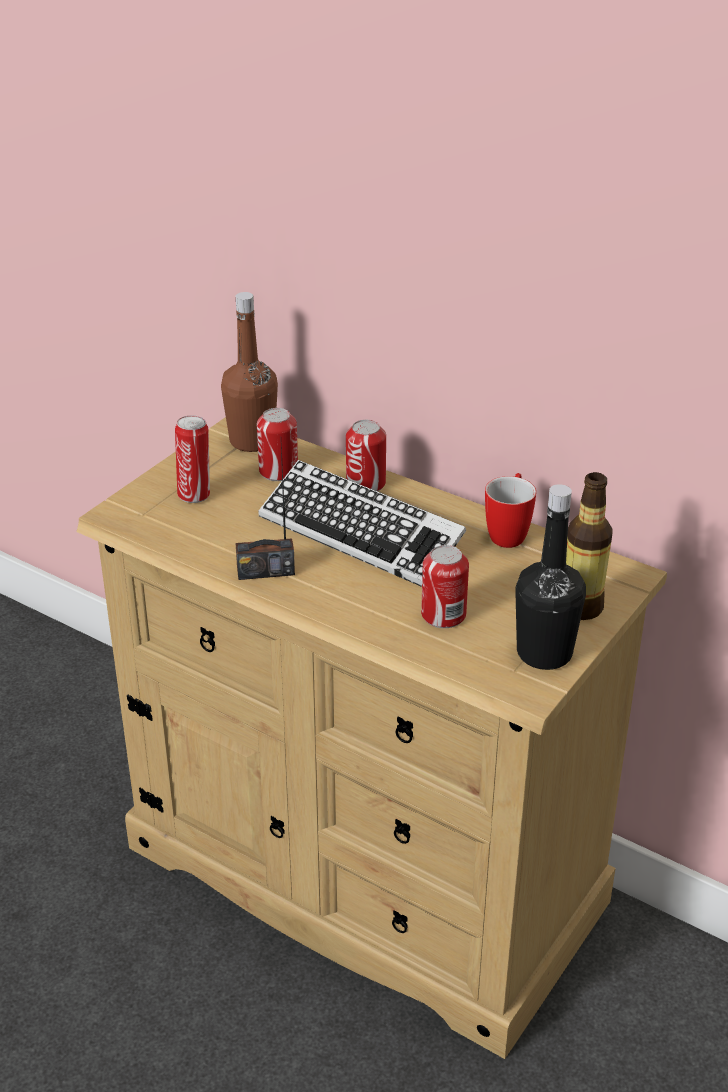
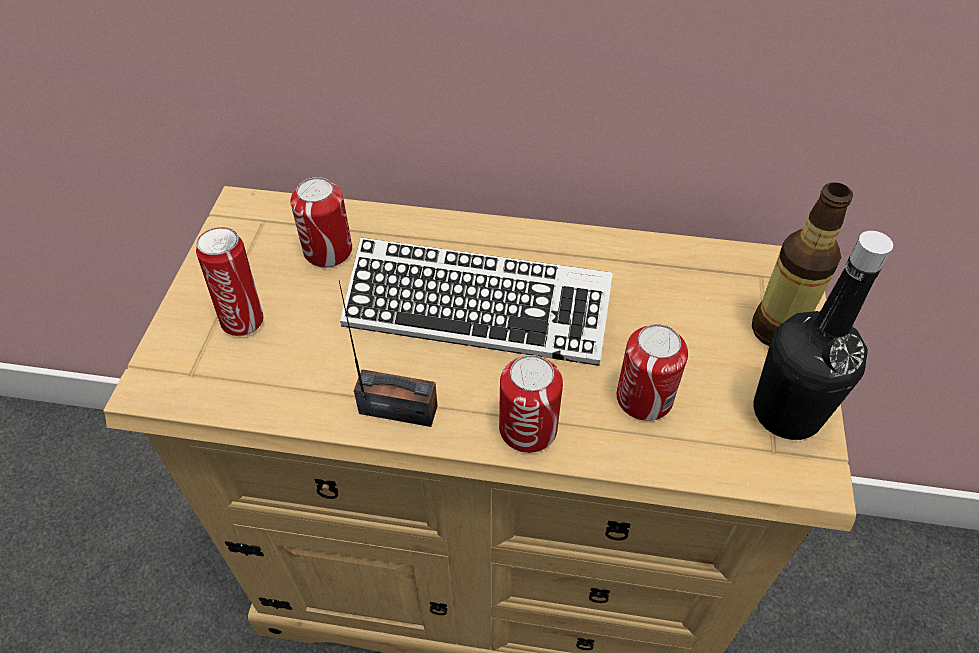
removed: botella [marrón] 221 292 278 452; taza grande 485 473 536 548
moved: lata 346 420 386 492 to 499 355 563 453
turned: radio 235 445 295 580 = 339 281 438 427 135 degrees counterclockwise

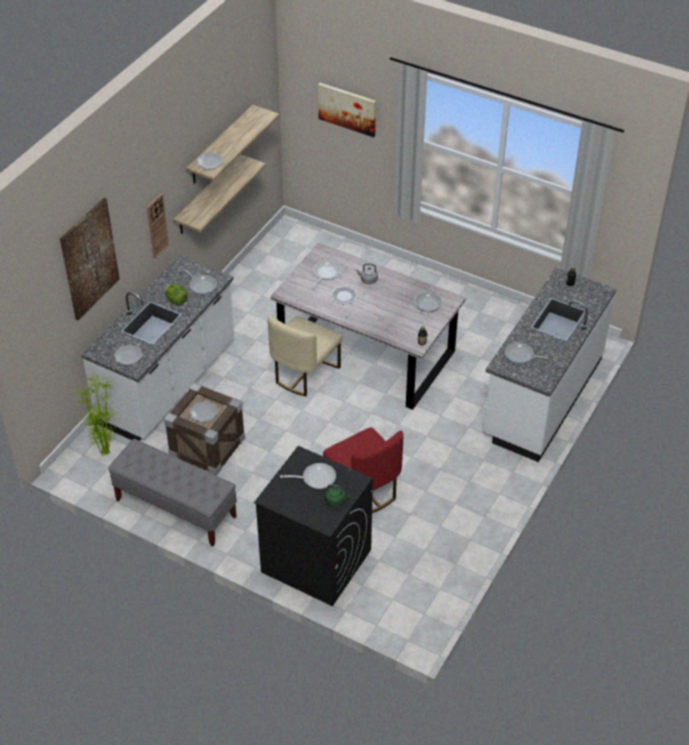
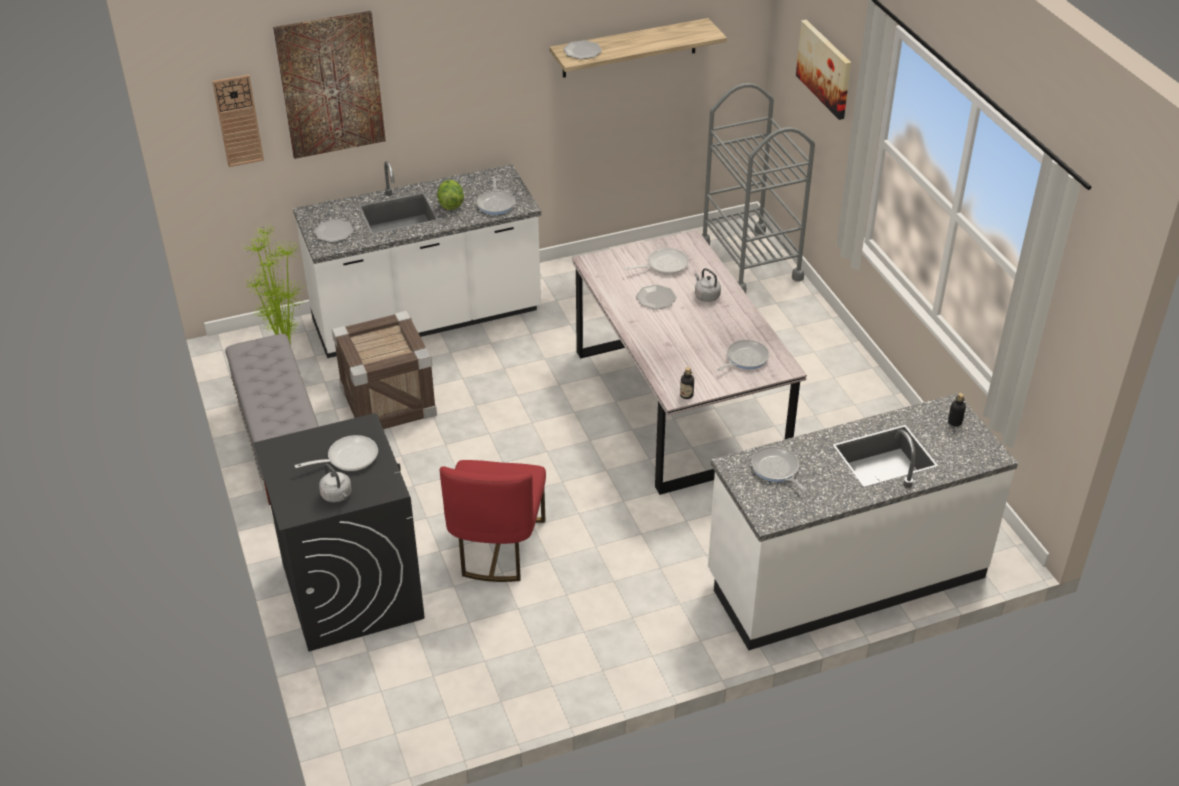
removed: estante 173 155 266 234; plato 190 401 218 422; silla [beis] 268 315 342 397
added: carrito [gris] 701 83 815 293
moved: reloj de pared 147 193 169 259 to 212 75 264 167
recoloured: hervidor [verde] 325 484 351 507 to hervidor [gris] 319 464 352 503
turned: sartén 280 463 336 489 = 294 435 378 471 60 degrees counterclockwise

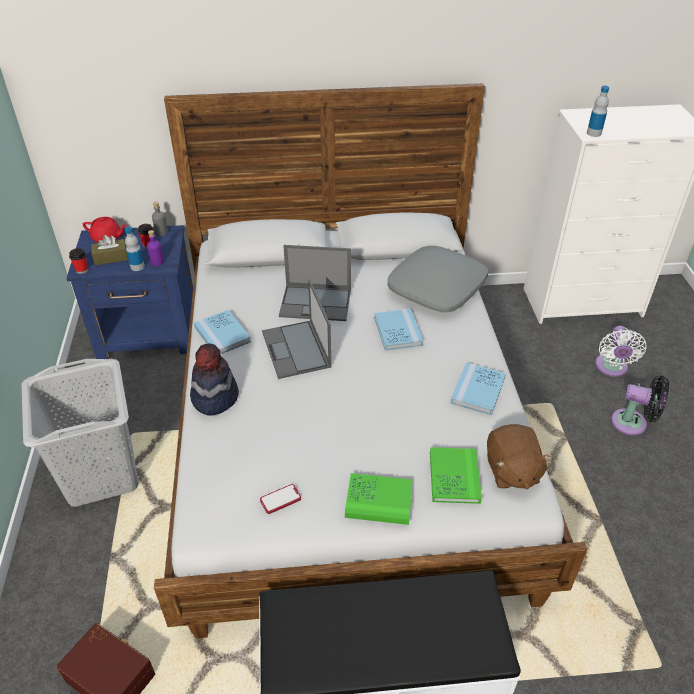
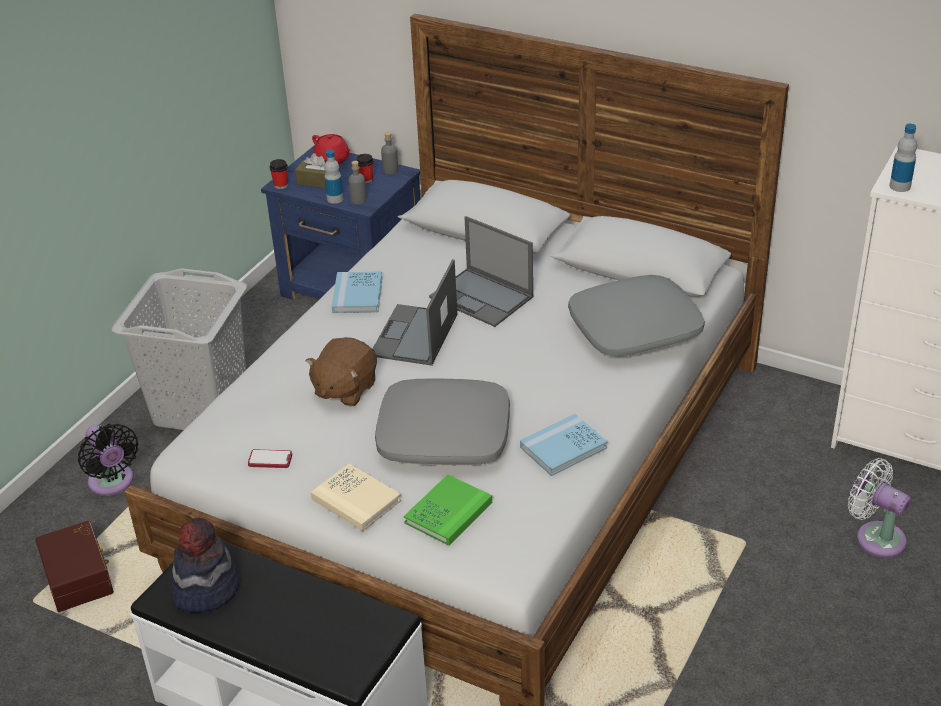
removed: libro [azul] 374 309 423 350
added: cojín [gris] 375 378 510 465
moved: ventilador [negro] 611 376 669 436 to 78 424 138 496; sombrero 190 344 239 416 to 171 518 240 613; peluche [marrón] 487 424 552 489 to 305 337 377 407
recoloured: libro [verde] 345 473 412 525 to libro [beis] 311 464 401 531; botella [morado] 147 230 164 266 to botella [gris] 348 161 367 205
turned: ventilador [blanco] 595 326 646 377 = 848 458 911 558 90 degrees clockwise

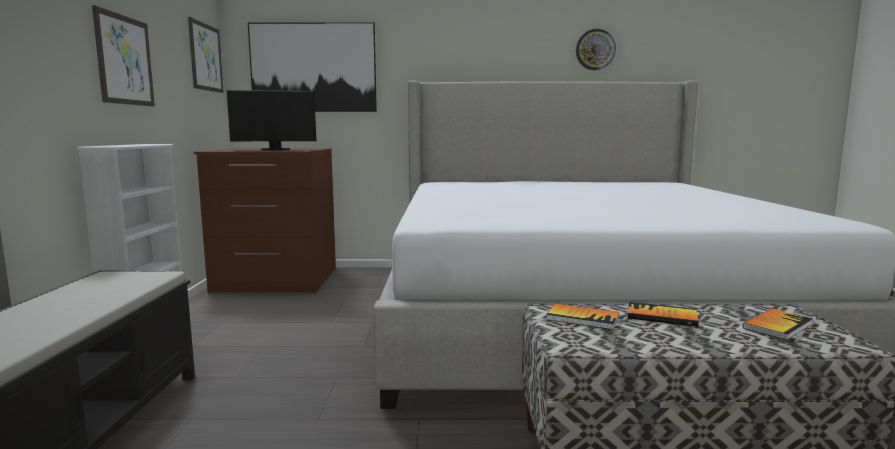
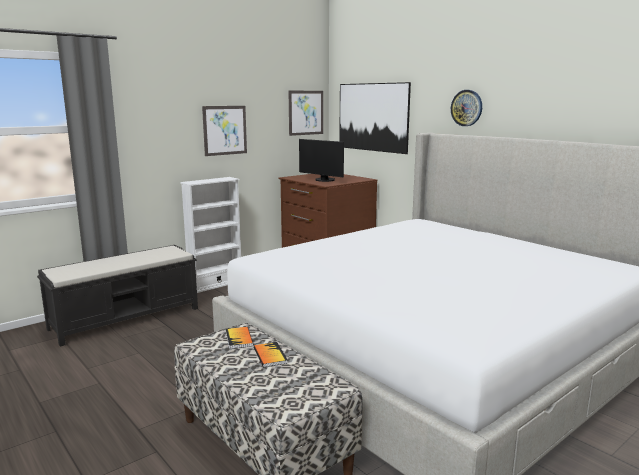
removed: libro 743 309 813 340
moved: reloj de pared 576 29 616 70 to 451 90 482 126

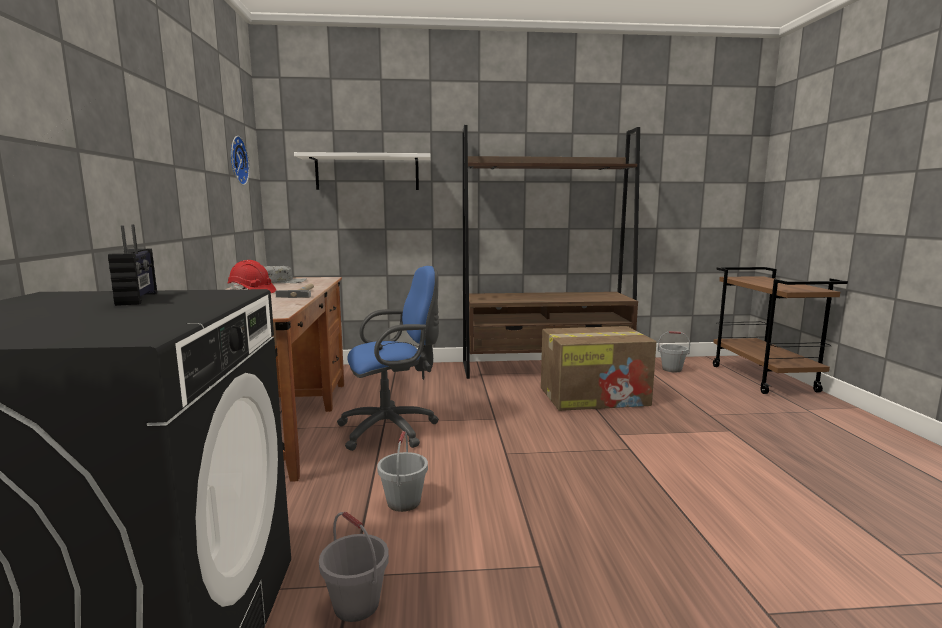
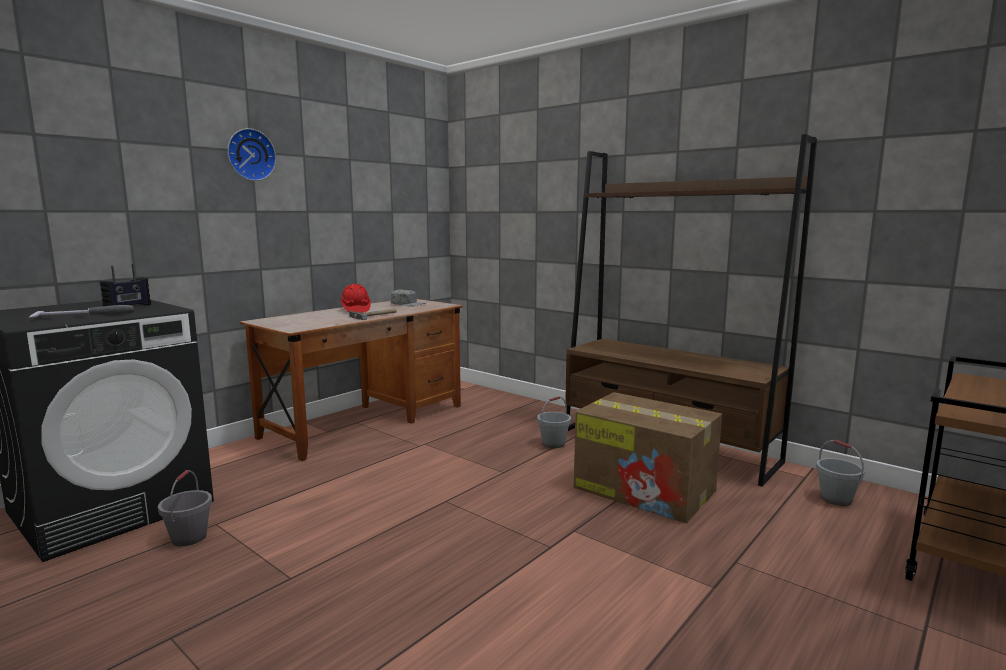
removed: estante [blanco] 294 152 431 190; silla de oficina [azul] 337 266 439 451
added: martillo 28 305 134 318
moved: reloj de pared 231 136 250 185 to 227 128 276 181; cubo [gris] 377 431 428 512 to 537 396 571 448

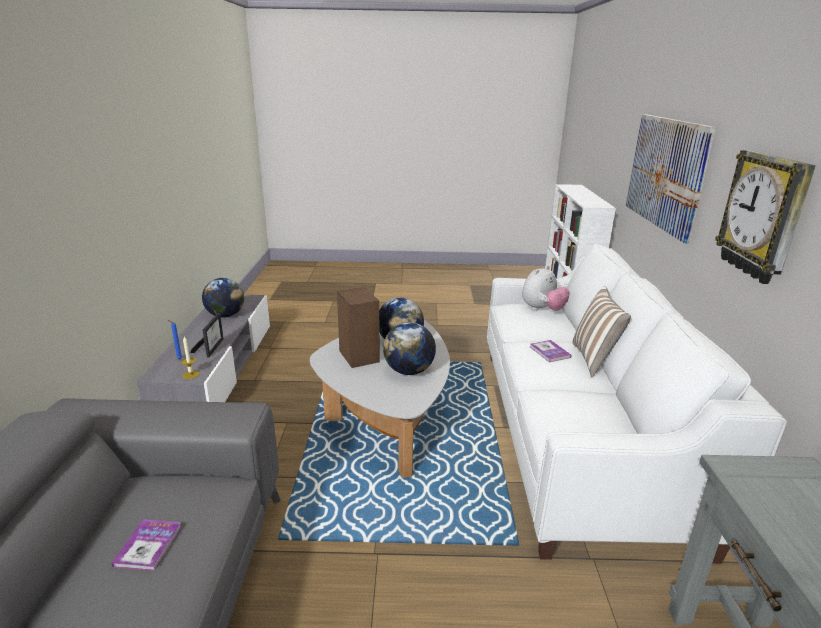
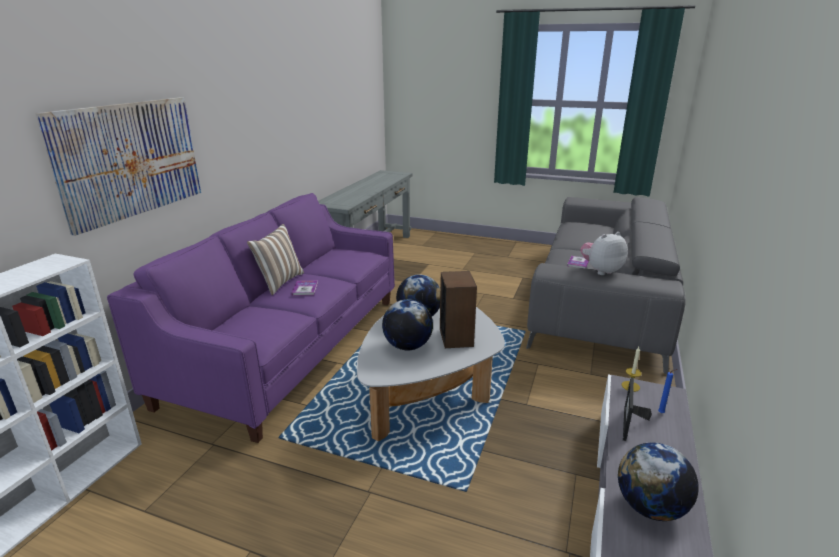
removed: reloj de pared 715 150 816 284
moved: peluche 522 266 570 311 to 580 232 628 275
recoloured: sofá [blanco] 487 244 787 564 to sofá [morado] 107 193 395 443

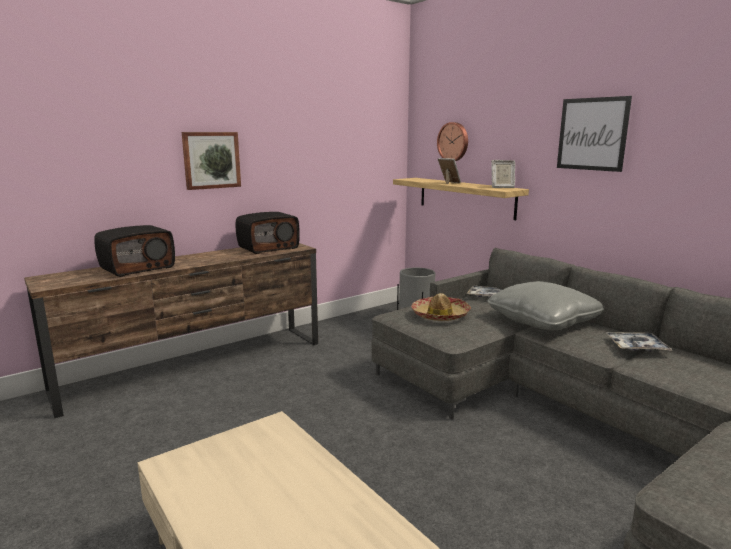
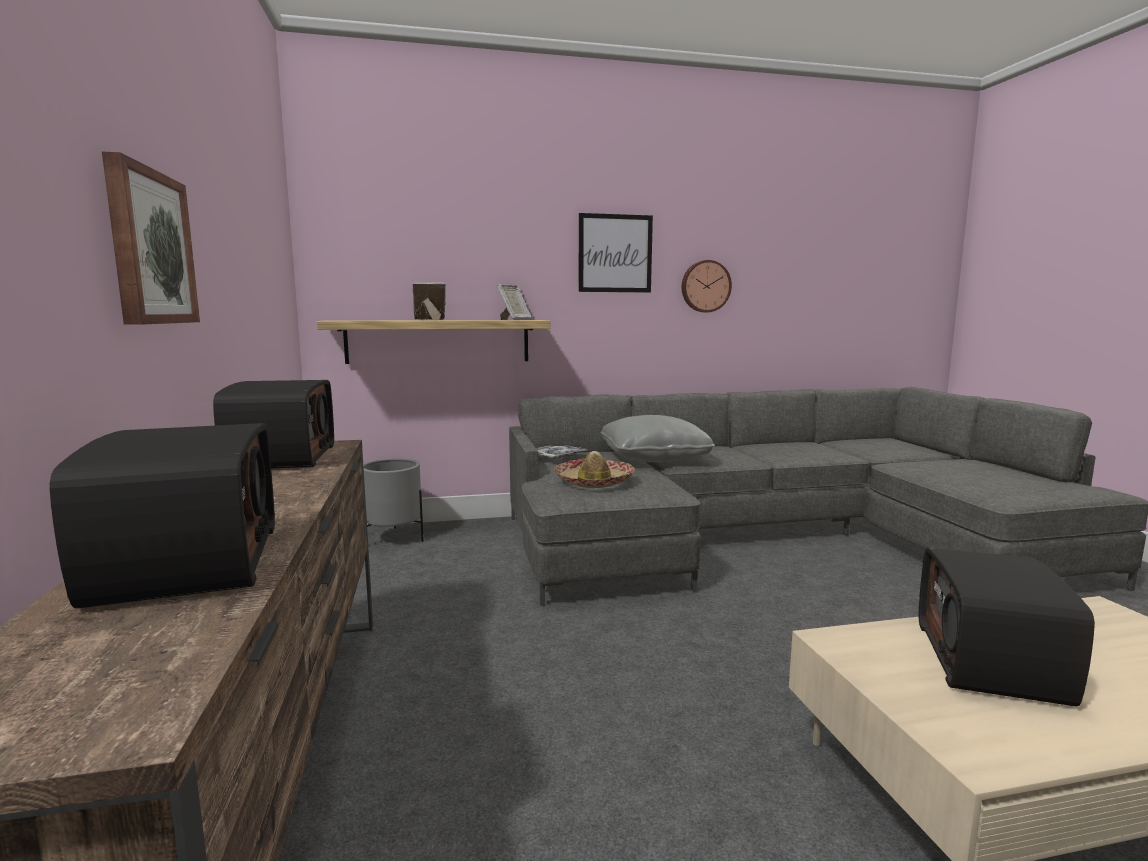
removed: bandeja 606 332 672 352
added: radio 919 548 1095 707
moved: reloj de pared 437 122 468 161 to 682 260 732 312

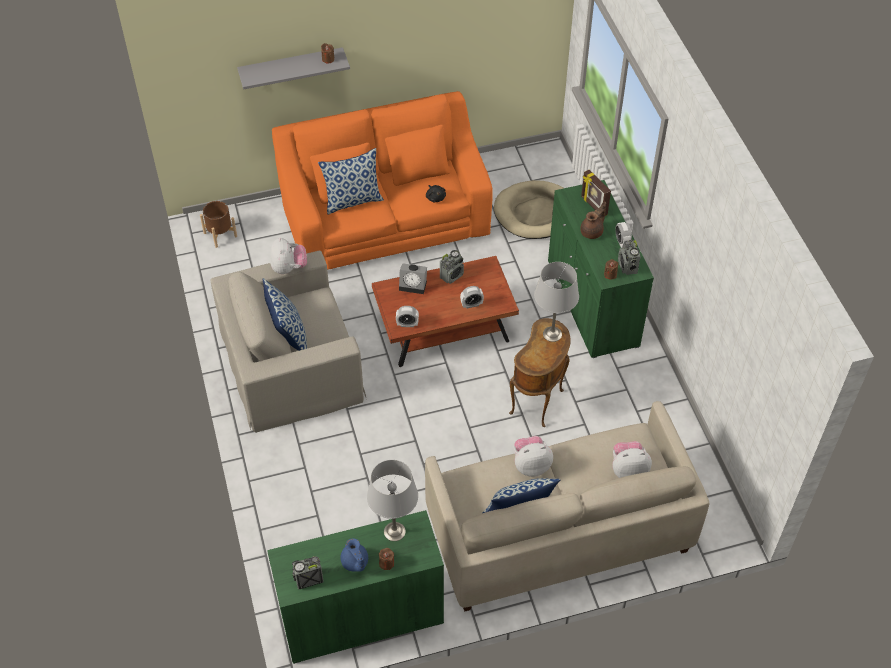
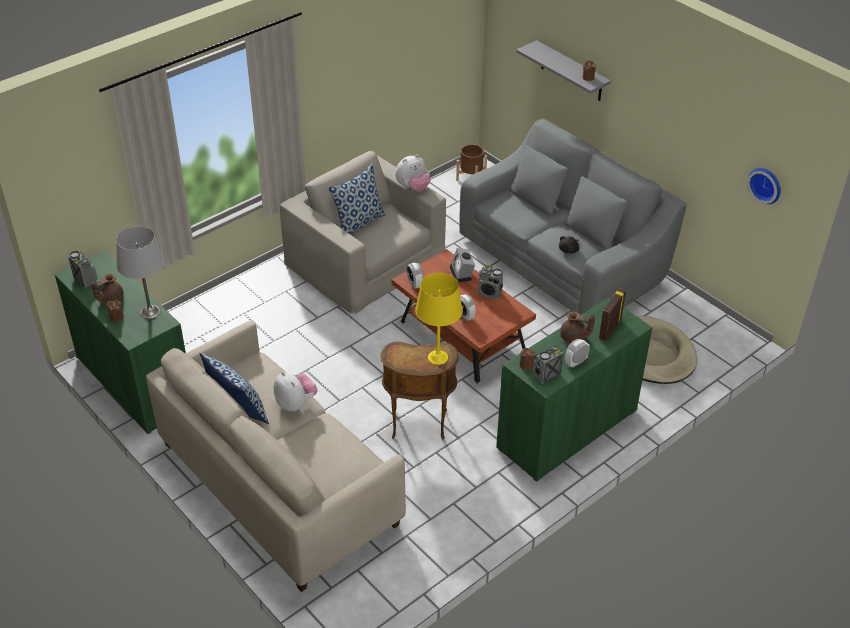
removed: cojín 318 148 384 214; peluche 612 441 652 478
added: reloj de pared 747 168 781 204
recoloured: tetera [azul] 340 538 368 572 to tetera [marrón] 91 274 124 305; lámpara de mesa [gris] 534 262 579 342 to lámpara de mesa [amarillo] 415 273 463 365; sofá [naranja] 272 91 493 269 to sofá [gris] 459 118 687 315

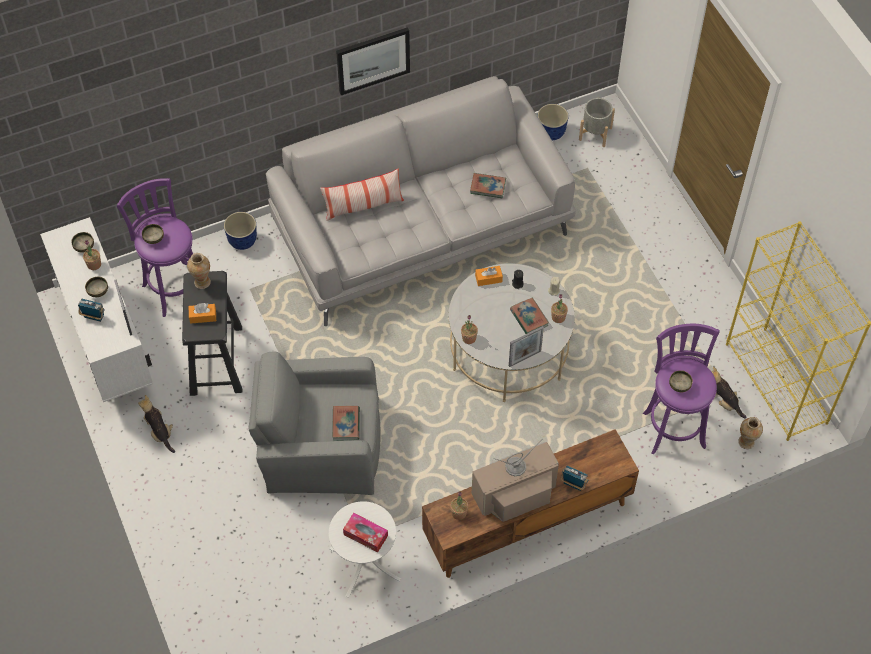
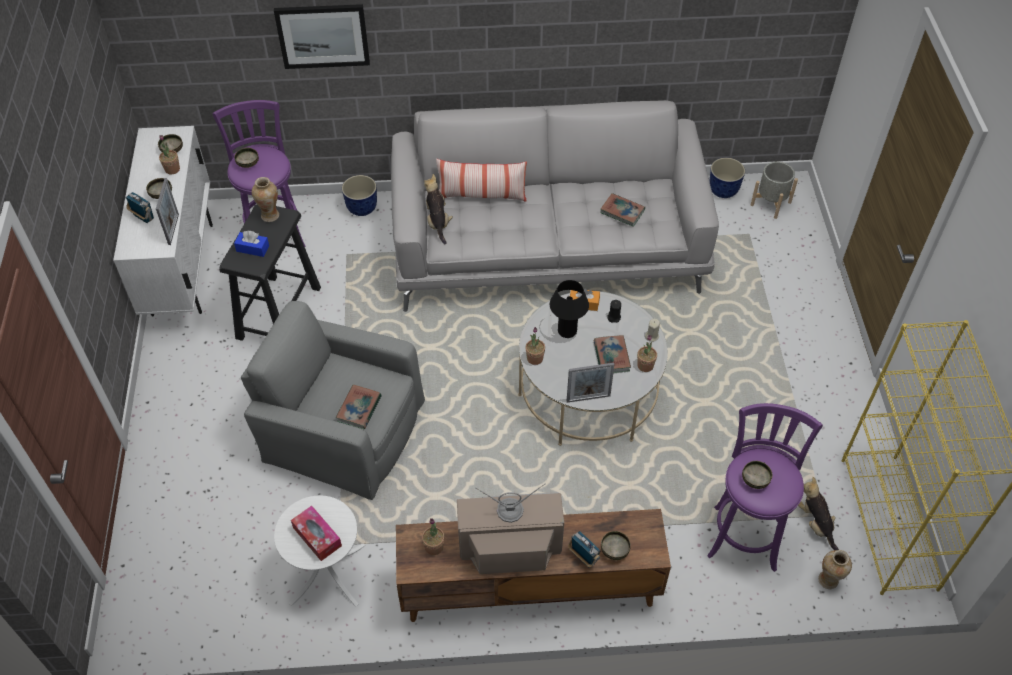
added: lámpara de mesa [negro] 550 280 589 338; cuenco 601 531 631 560
moved: cuadro 336 27 410 95 to 274 4 370 69; peluche 138 395 175 453 to 424 174 453 244
recoloured: caja de pañuelos [naranja] 189 303 216 324 to caja de pañuelos [azul] 234 231 269 257

